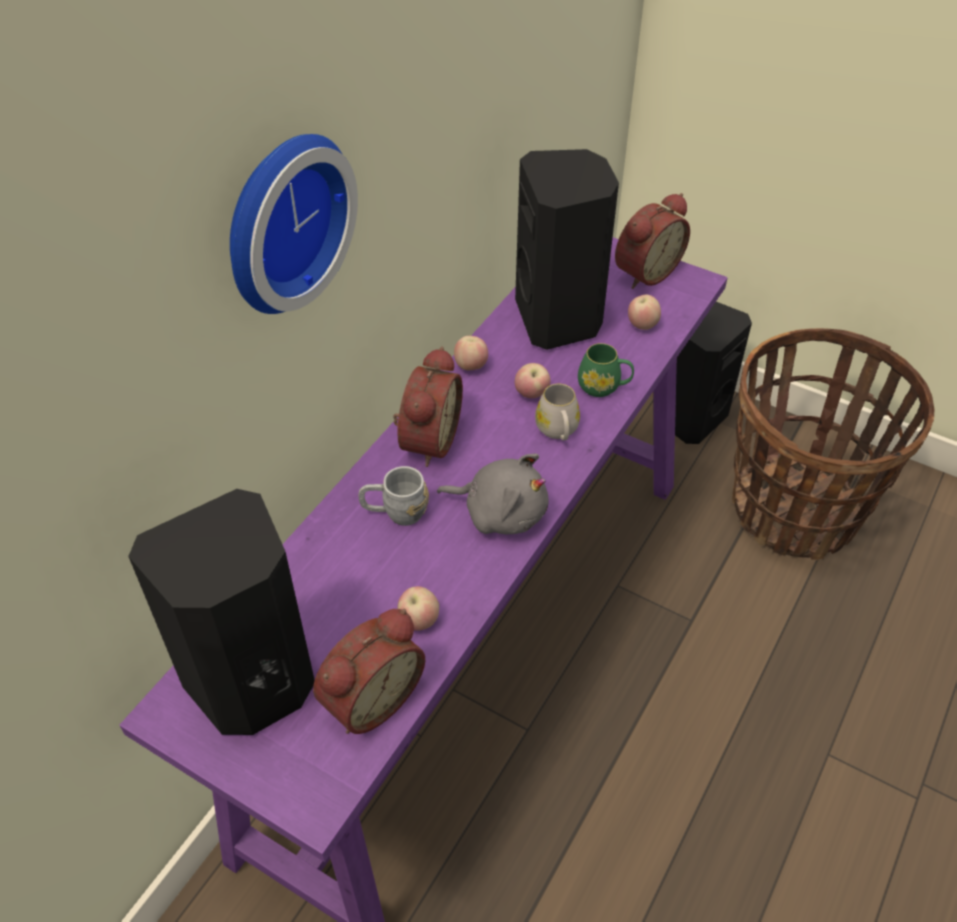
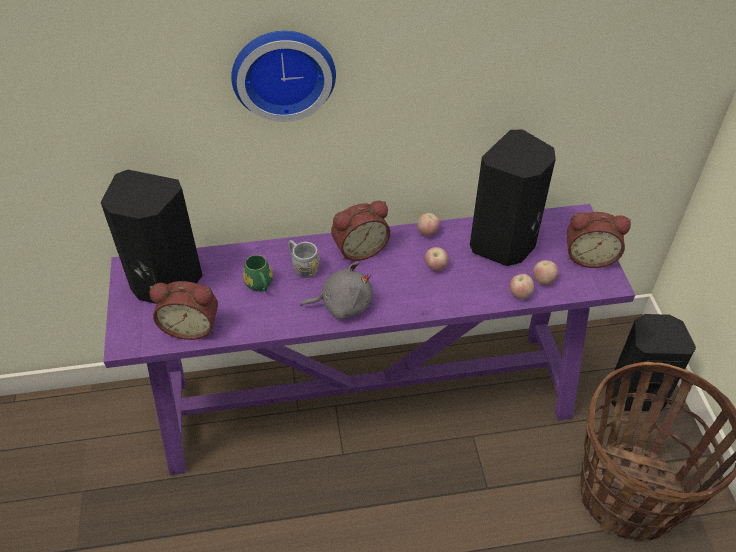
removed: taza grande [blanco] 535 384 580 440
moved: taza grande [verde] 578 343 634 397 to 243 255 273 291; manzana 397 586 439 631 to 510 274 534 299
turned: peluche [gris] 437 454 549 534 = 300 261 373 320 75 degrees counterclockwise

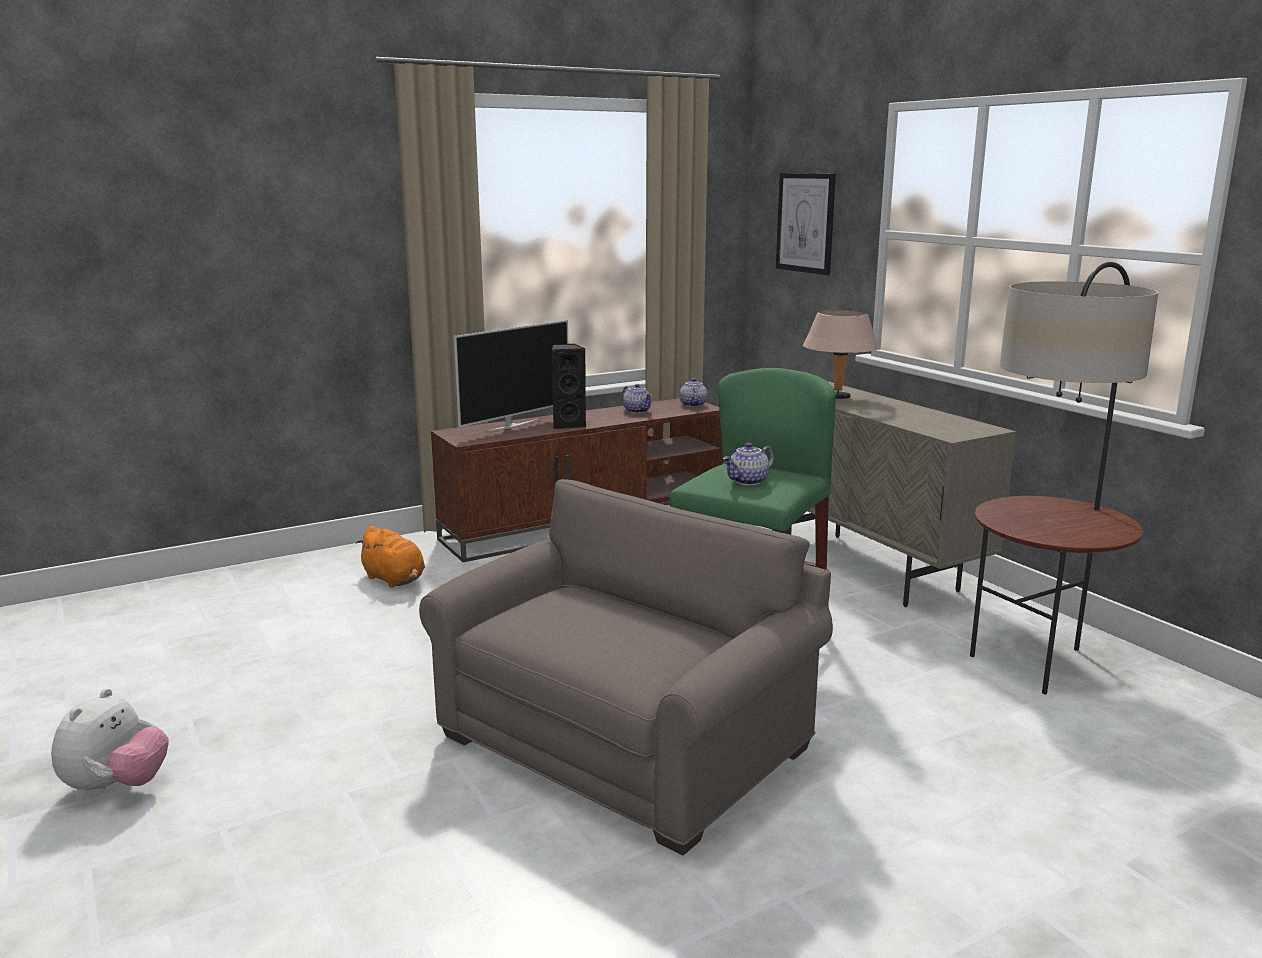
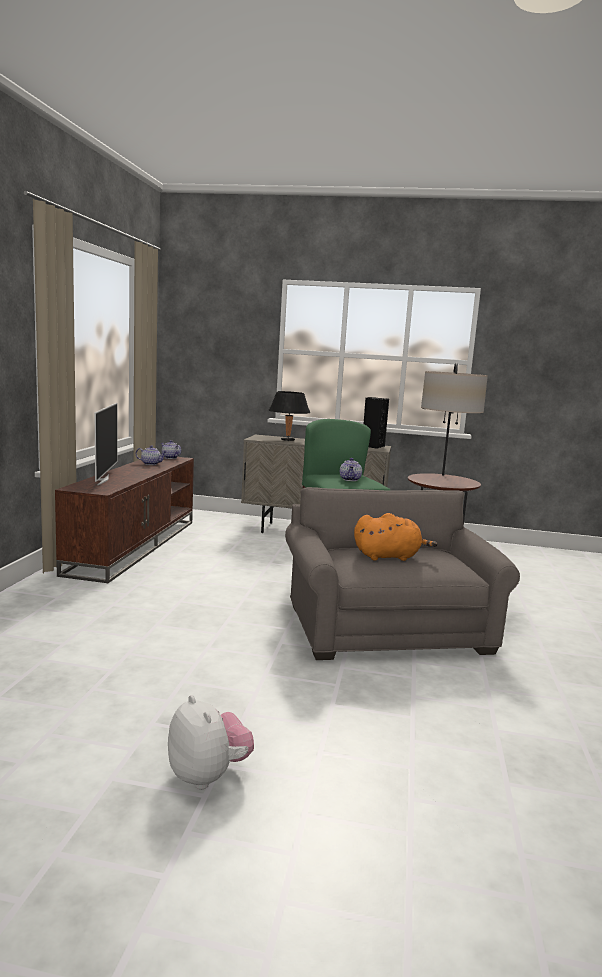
removed: cuadro 776 173 836 275
moved: peluche [naranja] 356 526 425 588 to 354 513 438 561; altavoz [negro] 552 344 586 429 to 364 397 389 449
recoloured: lámpara de mesa [beis] 803 309 879 399 to lámpara de mesa [negro] 269 391 310 441

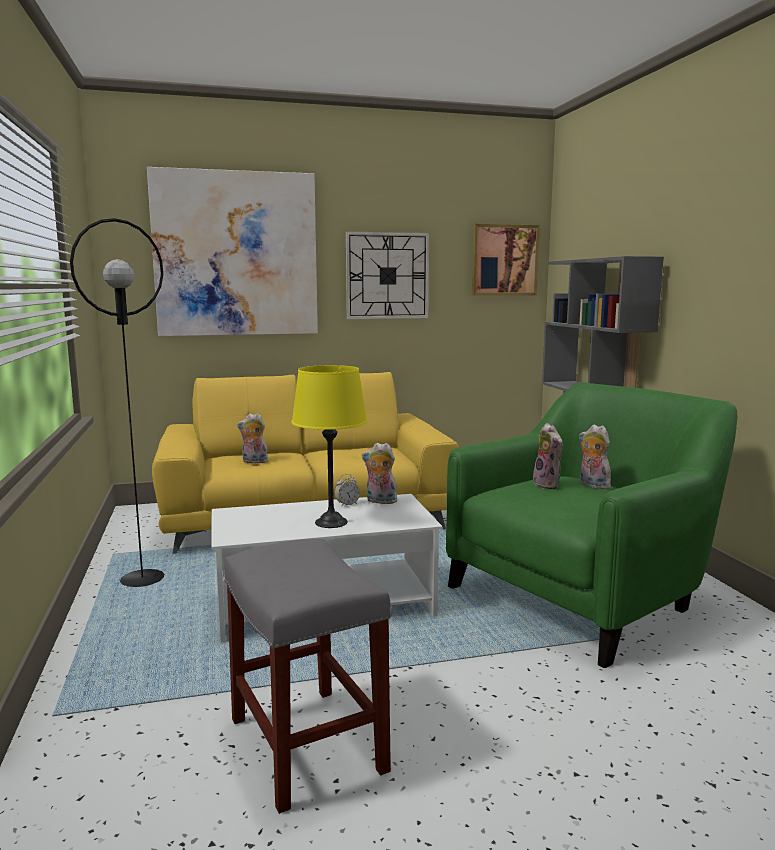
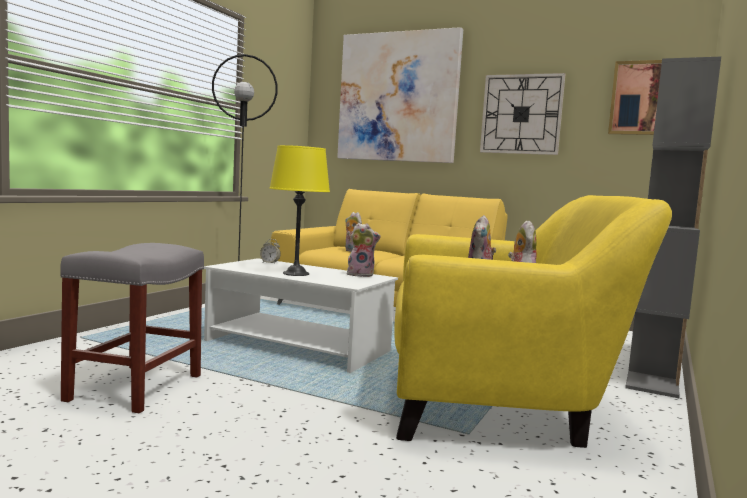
moved: despertador 334 474 360 507 to 260 239 281 264
recoloured: sillón [verde] 446 382 738 668 to sillón [amarillo] 394 195 672 448
turned: peluche 362 443 397 504 = 346 223 381 277 120 degrees clockwise

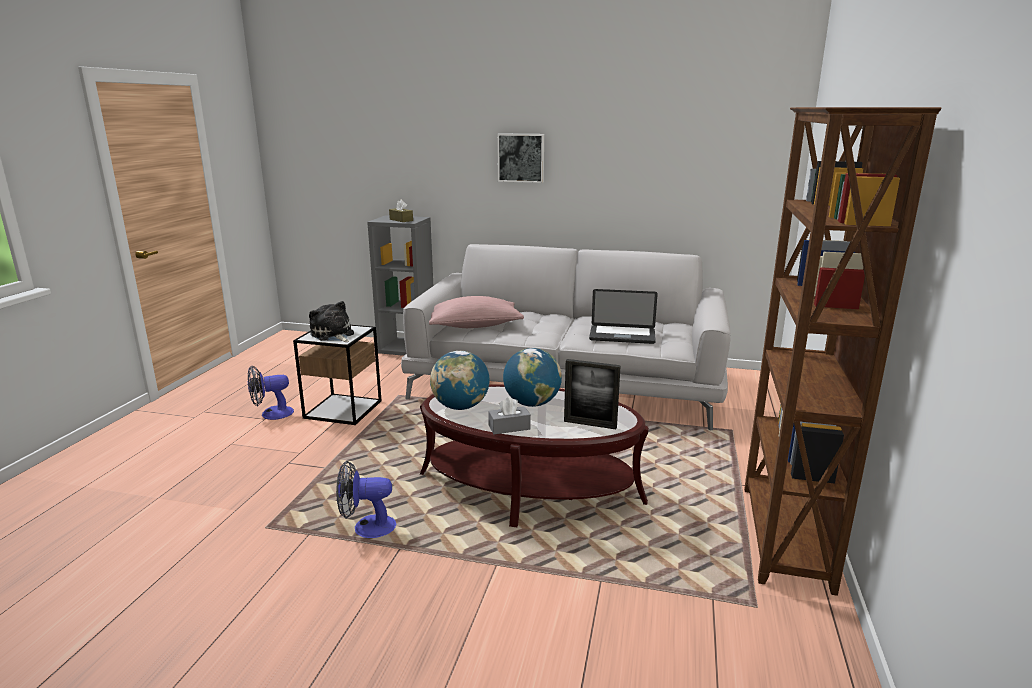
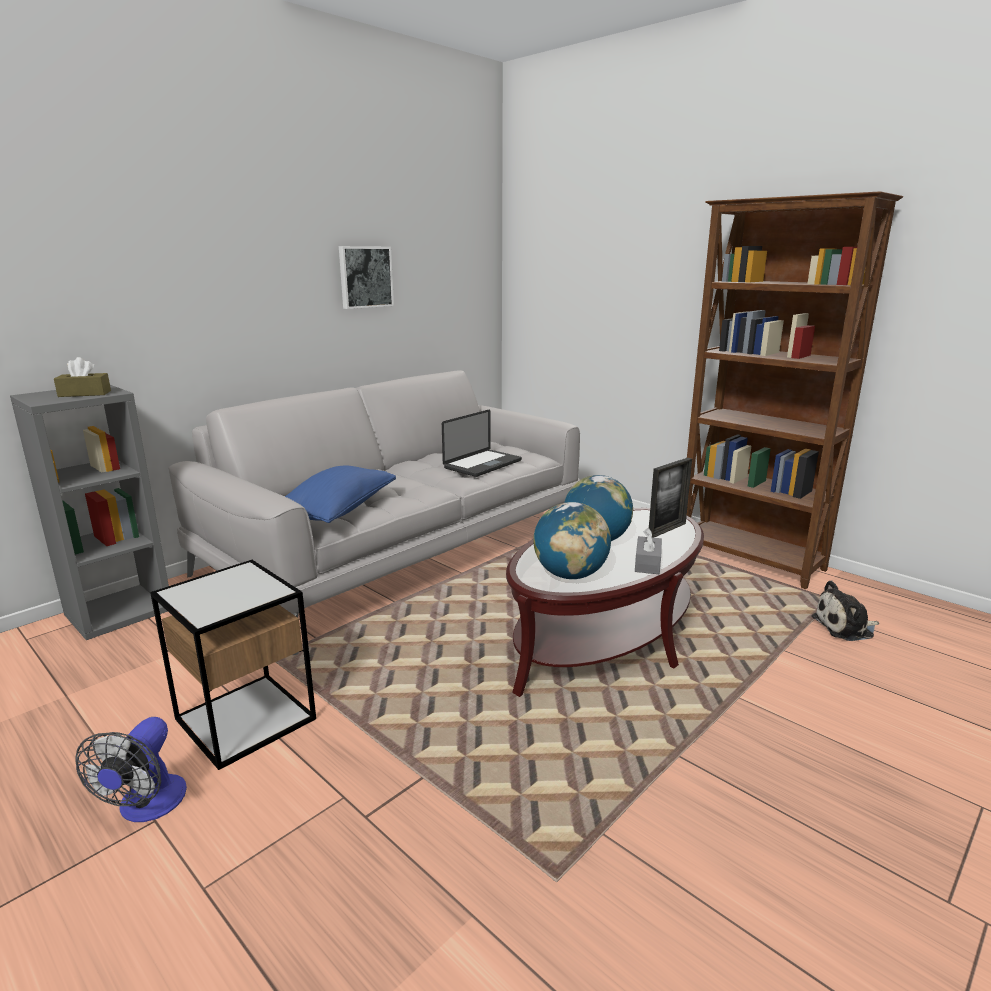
removed: ventilador 336 461 396 538
moved: cuadro 497 134 544 183 to 339 246 394 309; peluche 309 301 354 342 to 811 580 879 641
recoloured: cojín [rosa] 429 296 524 328 to cojín [azul] 285 465 396 523

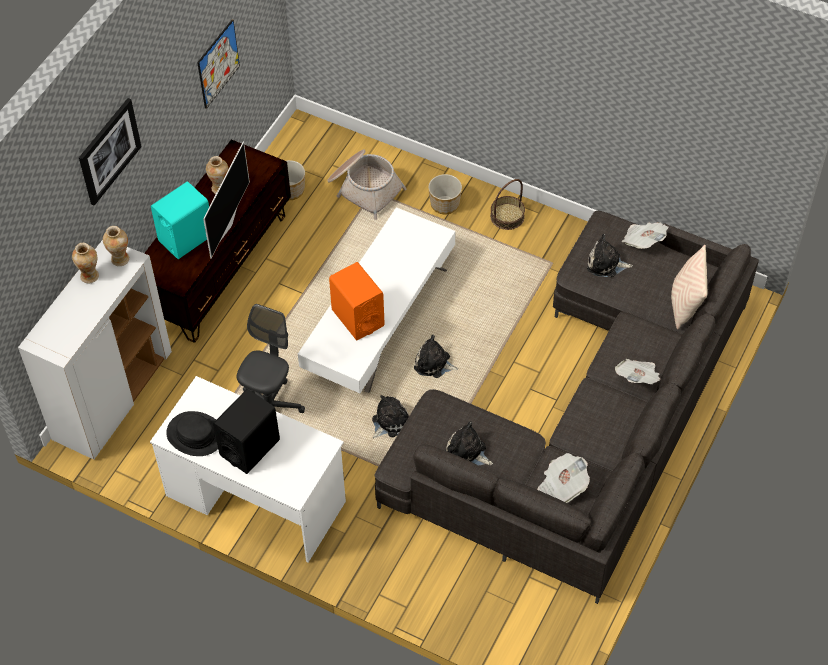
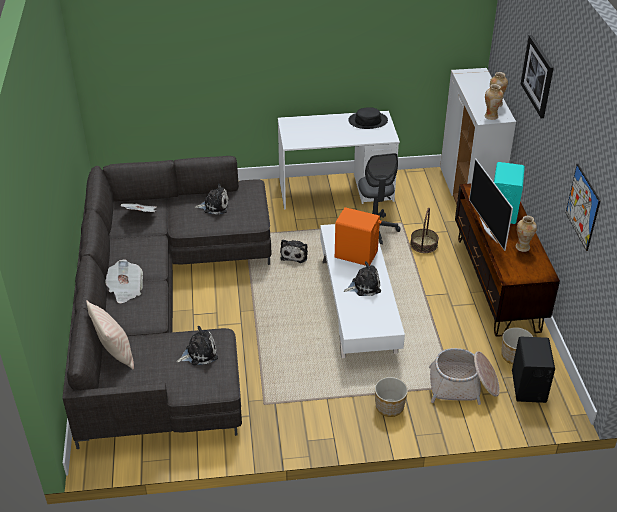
removed: periódico 622 222 669 249
moved: peluche 414 335 458 378 to 344 261 381 296; cesta 490 179 525 230 to 410 208 439 253; altavoz [negro] 213 389 280 474 to 512 337 555 403

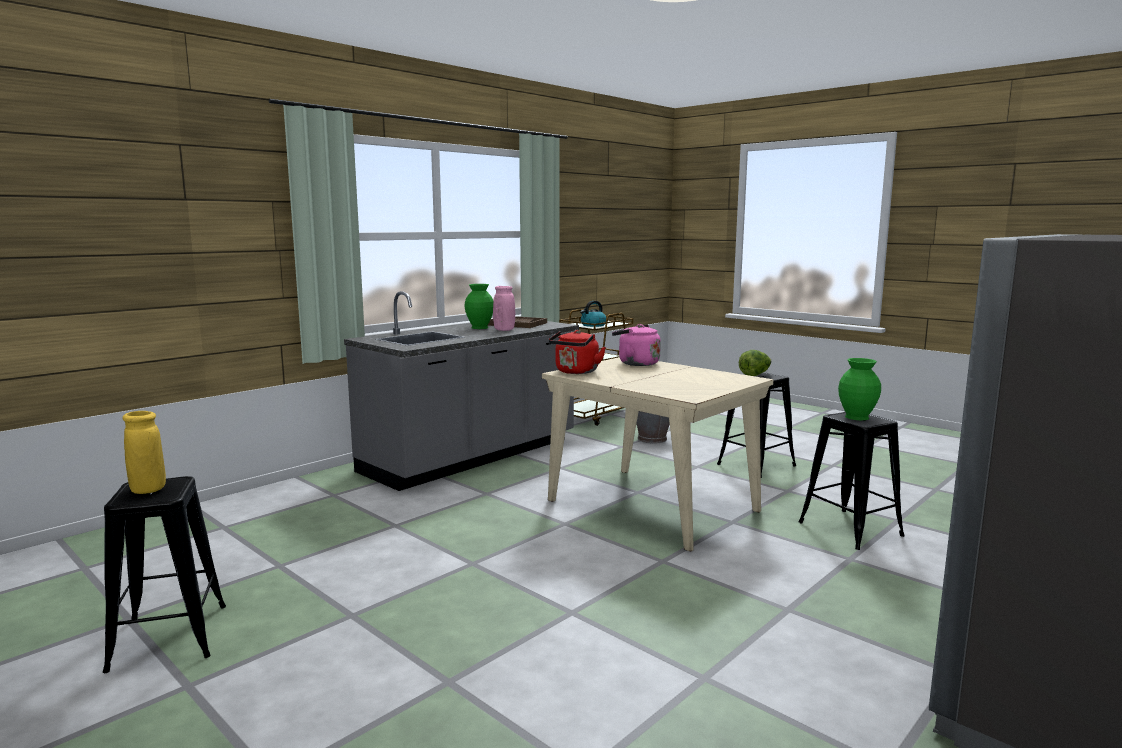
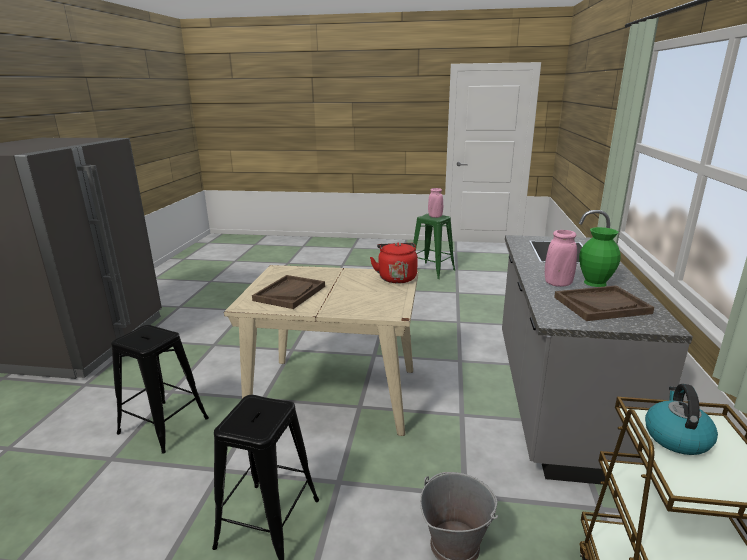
removed: hervidor [rosa] 612 324 661 366; lechuga 739 350 771 376; florero [verde] 838 358 881 420
added: bandeja [marrón] 252 275 325 309
recoloured: taburete [negro] 103 476 226 673 to taburete [verde] 413 213 455 279; florero [amarillo] 122 411 166 494 to florero [rosa] 428 188 443 218

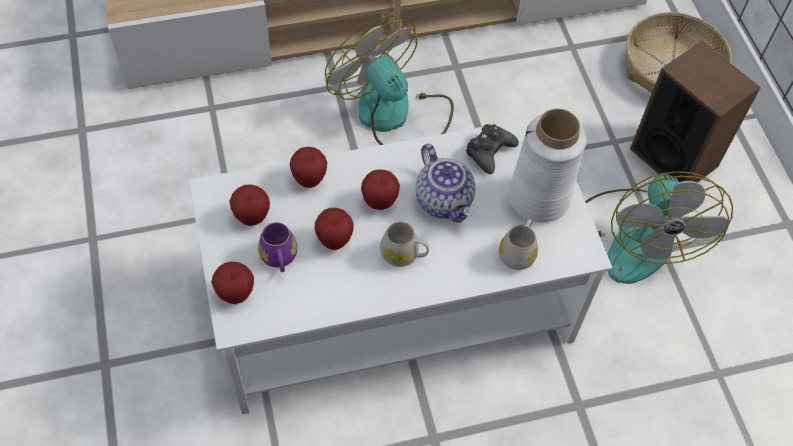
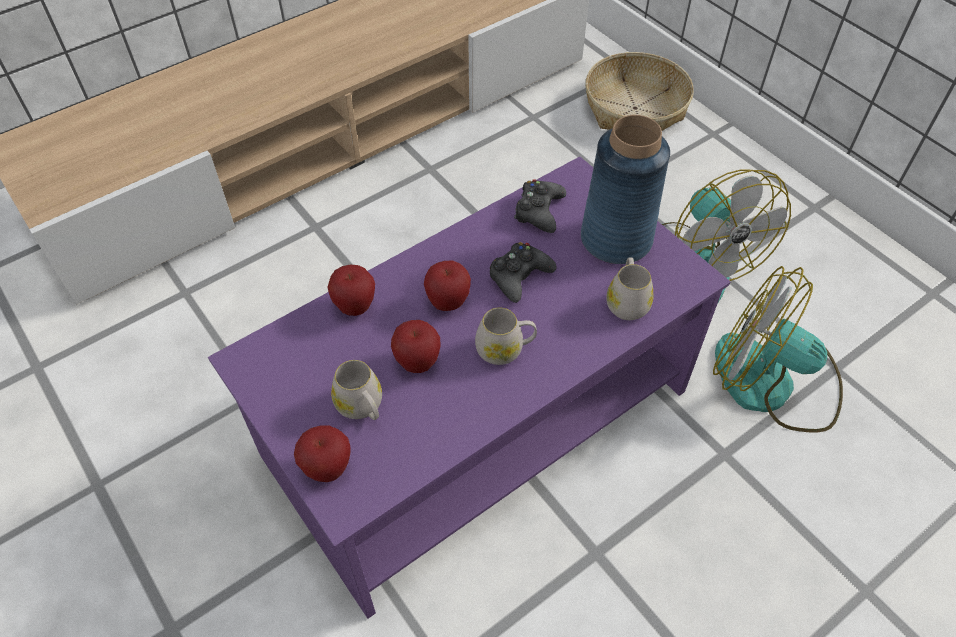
removed: manzana 229 184 270 226; altavoz 630 41 761 183
moved: ventilador 325 15 454 145 to 713 266 843 433
replaced: tetera 416 144 476 223 to mando de consola [negro] 490 242 556 303
recoloured: mesa de centro [blanco] 189 117 612 415 to mesa de centro [morado] 208 156 730 619; taza grande [morado] 258 222 297 272 to taza grande [blanco] 331 360 382 420; florero [blanco] 508 109 586 223 to florero [azul] 581 115 670 264

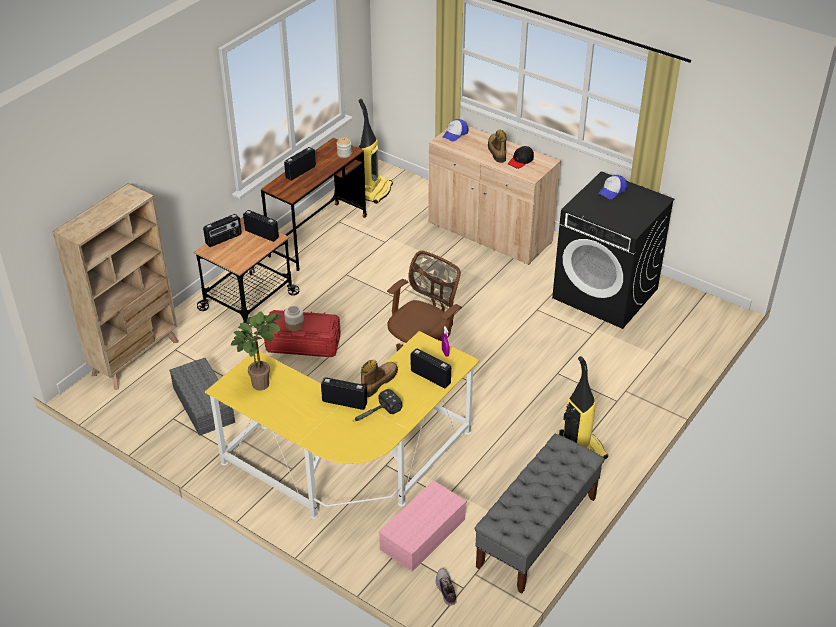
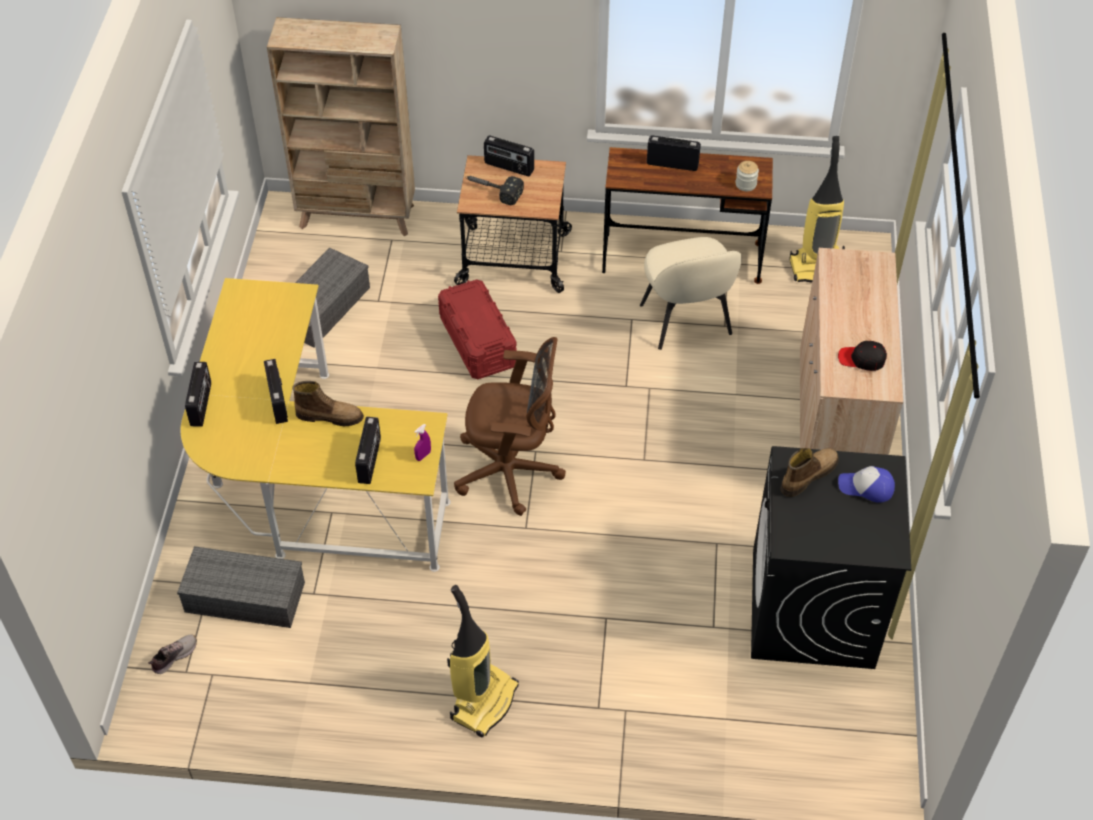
removed: planta en maceta 231 311 281 390; tarro 284 306 304 331; gorra 442 119 469 142; banco [gris] 475 434 605 593
added: silla [beis] 640 237 742 350
moved: radio 243 210 279 242 to 185 362 211 427; martillo 353 389 402 422 to 465 176 524 205; bota 488 129 507 163 to 780 448 839 497
recoloured: caja de almacenaje [rosa] 378 480 467 572 to caja de almacenaje [gris] 177 546 305 628

